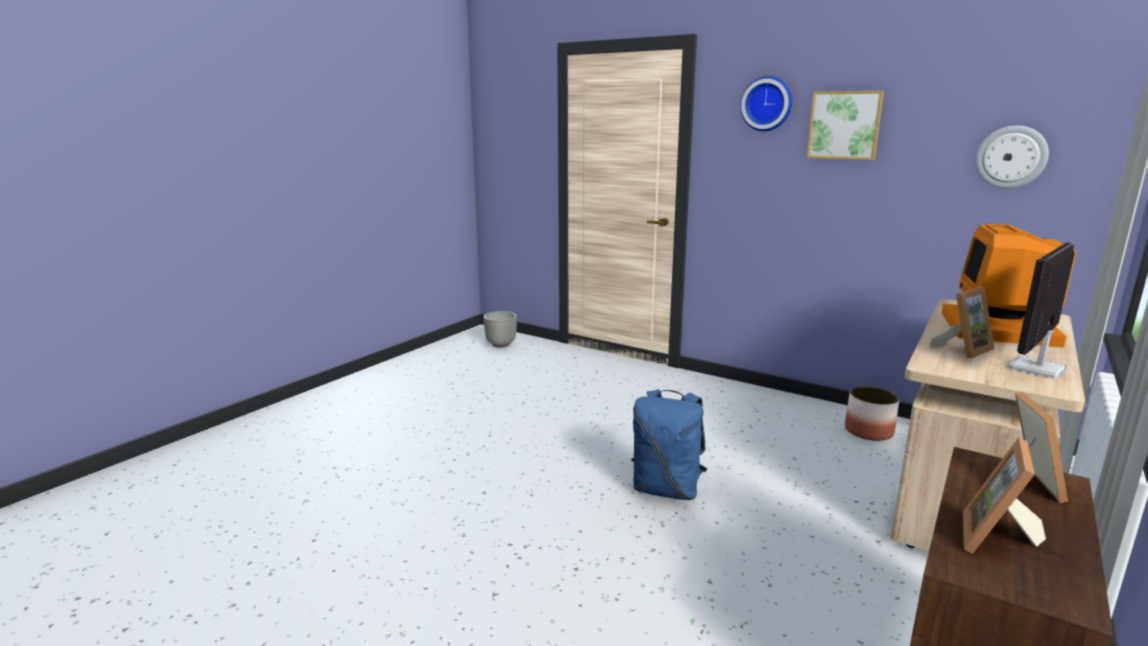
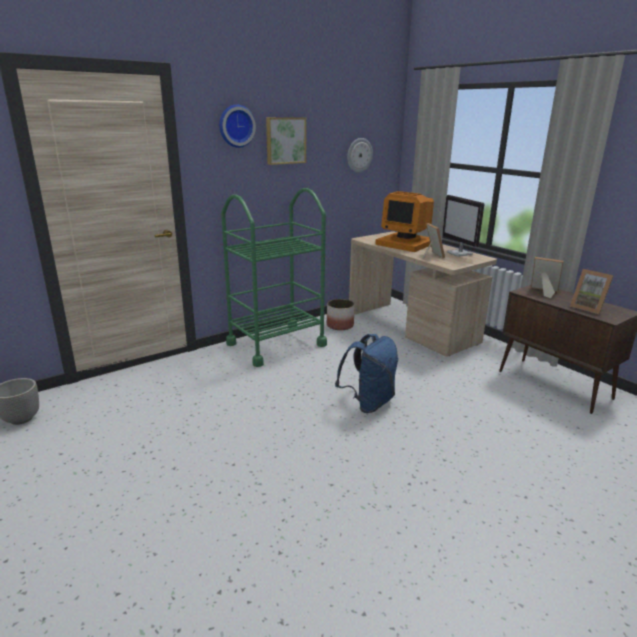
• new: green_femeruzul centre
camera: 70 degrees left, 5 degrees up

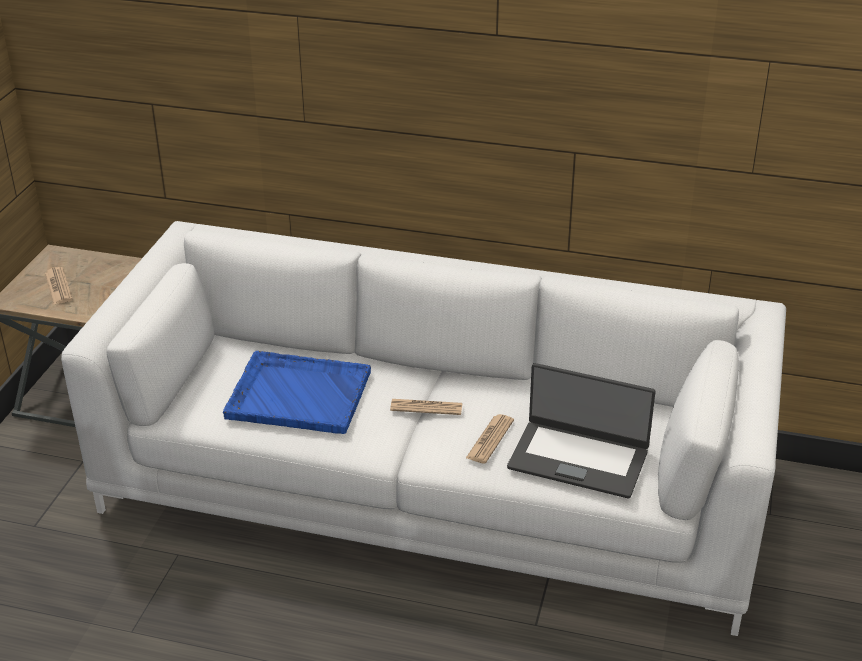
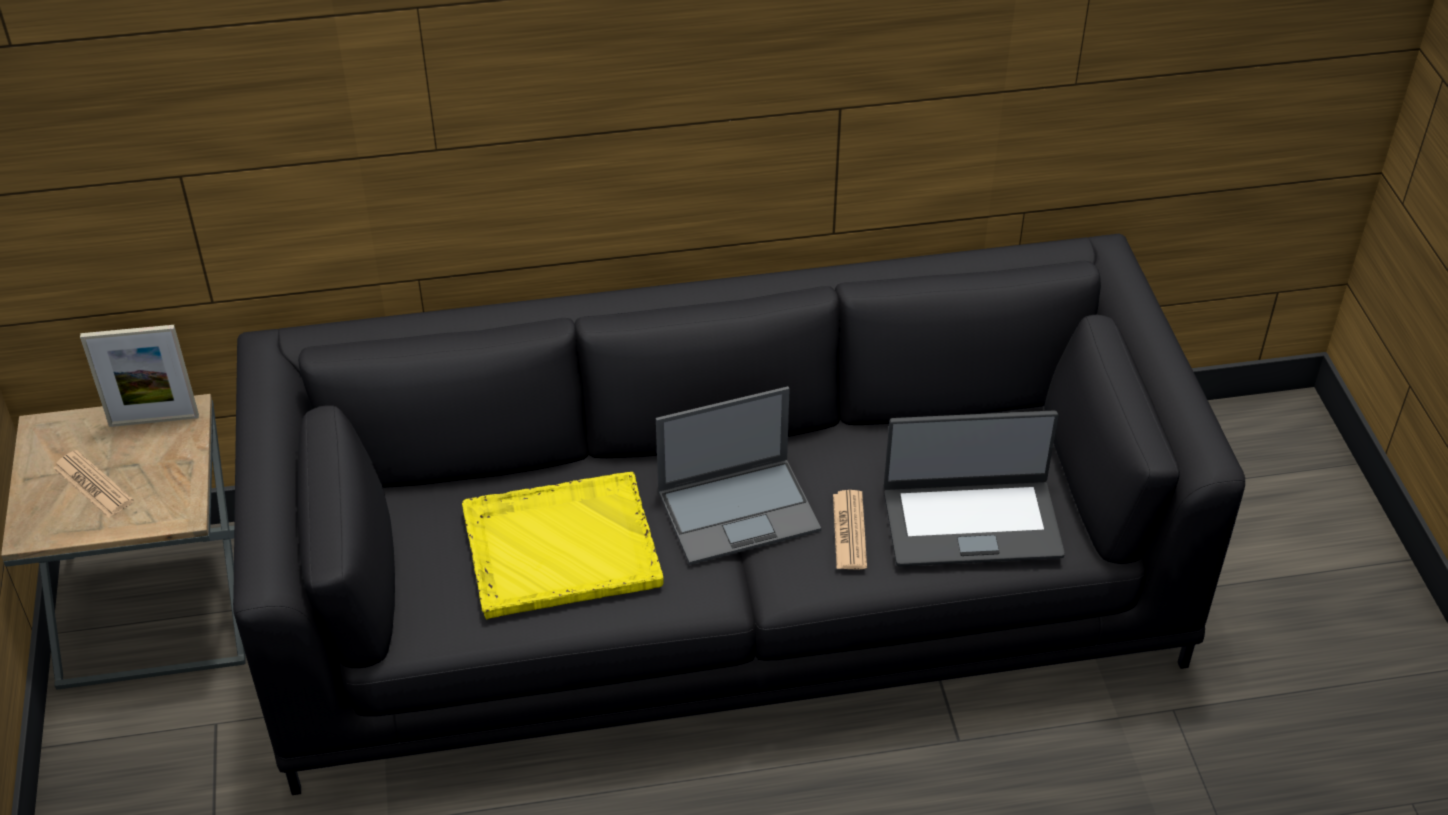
• new: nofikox middle left
• repainted: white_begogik centre to black_begogik centre
• repainted: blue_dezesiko centre to yellow_dezesiko bottom centre
• swapped: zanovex (no. 2 from left) centre to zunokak (no. 1 from left) centre
camera: 25 degrees left, 10 degrees up

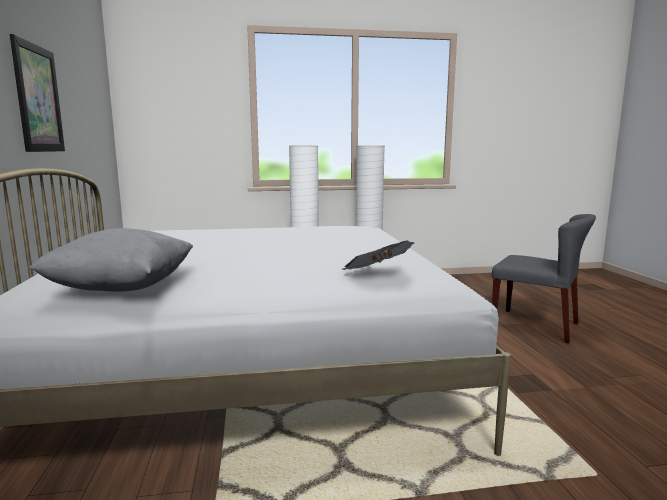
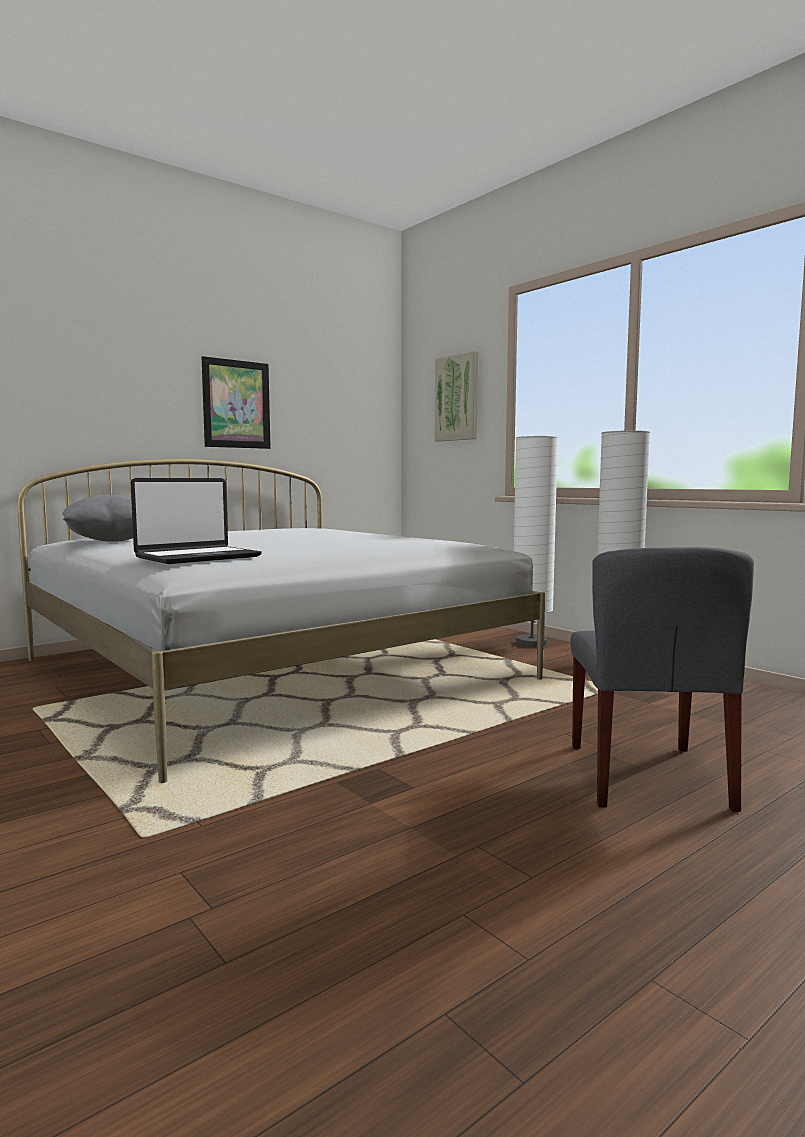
• swapped: zanovex centre to zunokak middle left
• new: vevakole (no. 2 from left) centre
camera: 60 degrees right, 5 degrees down

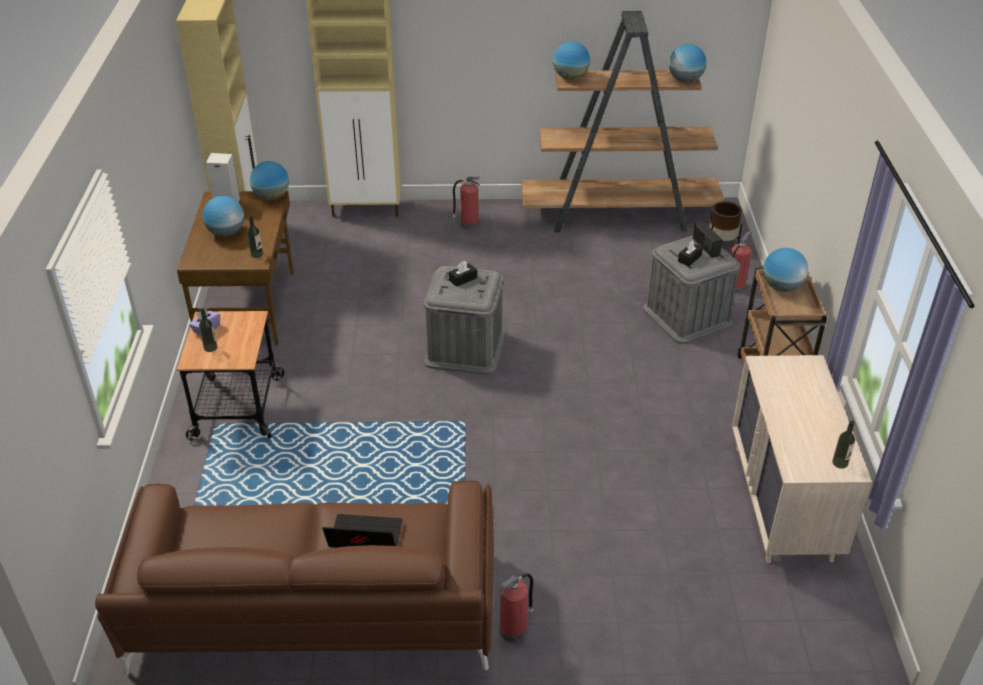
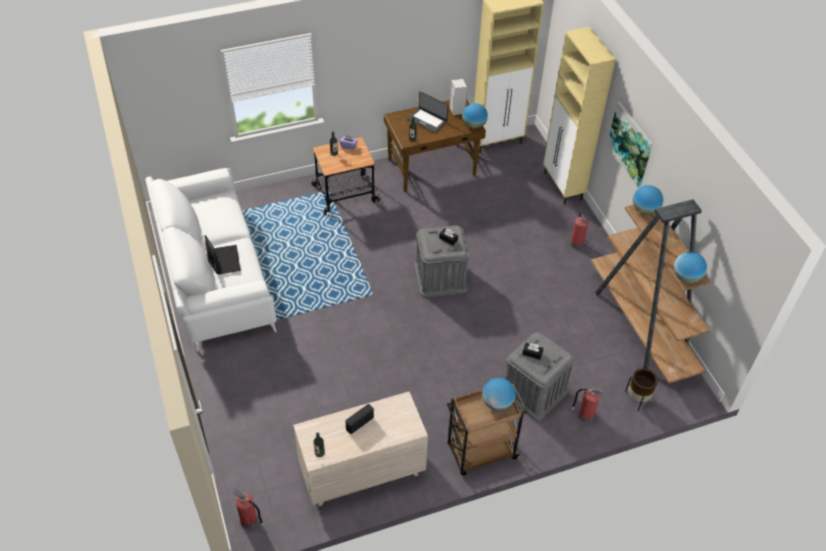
• repainted: brown_begogik bottom left to white_begogik middle left
• shifted: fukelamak (no. 2 from left in the first image) bottom centre to fukelamak (no. 1 from left) bottom left
• shifted: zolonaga middle right to bottom centre
• swapped: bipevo (no. 1 from left) top left to zunokak (no. 2 from left) top centre
• new: vevakole top right
camera: 70 degrees right, 10 degrees up

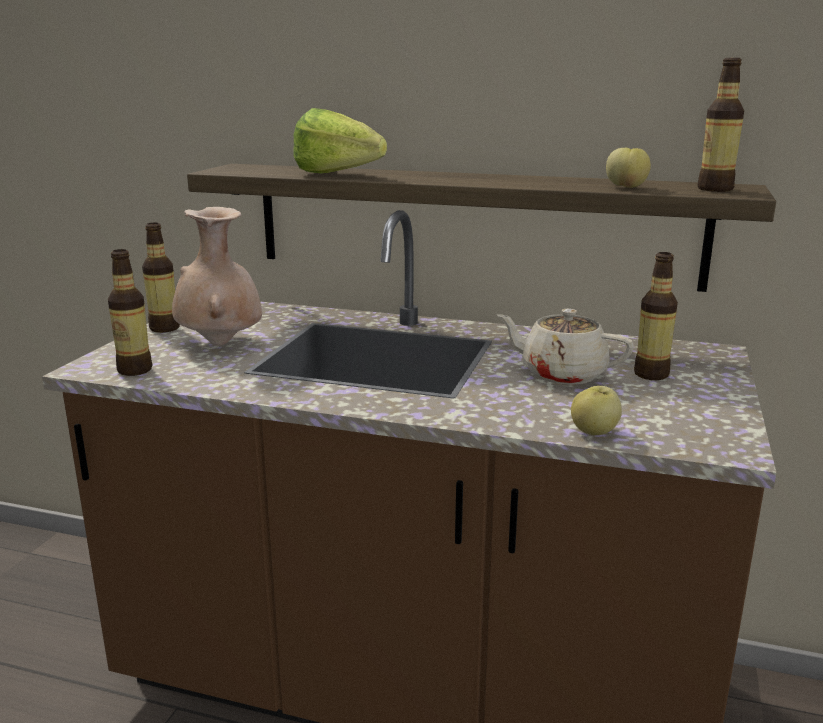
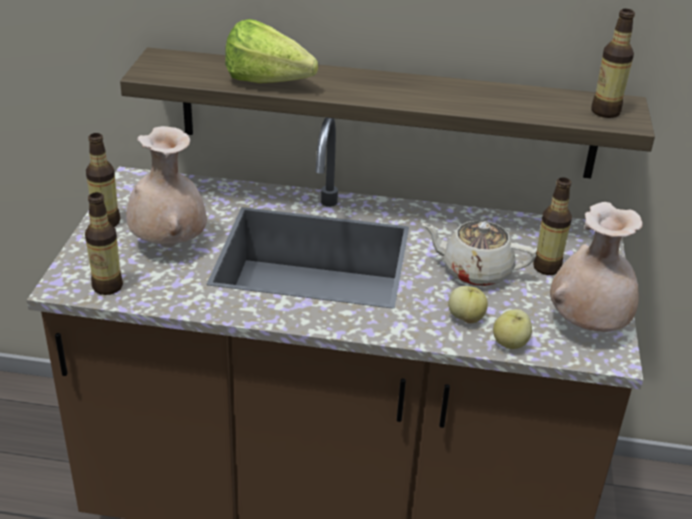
• shifted: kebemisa (no. 2 from left in the first image) top right to kebemisa (no. 1 from left) middle right
• new: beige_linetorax (no. 2 from left) middle right
camera: 10 degrees left, 15 degrees up

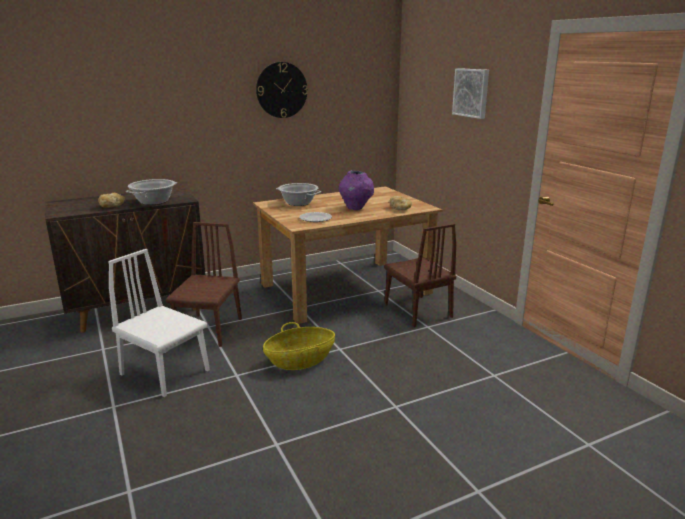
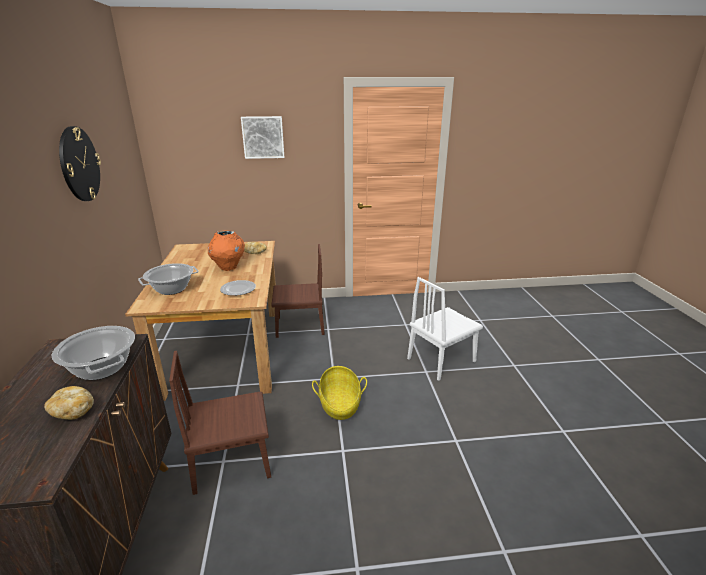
• rotated: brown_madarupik (no. 1 from left) middle left = bottom left 45 degrees counterclockwise
• repainted: purple_linetorax centre to orange_linetorax middle left
• shifted: white_madarupik middle left to centre
camera: 70 degrees left, 5 degrees up

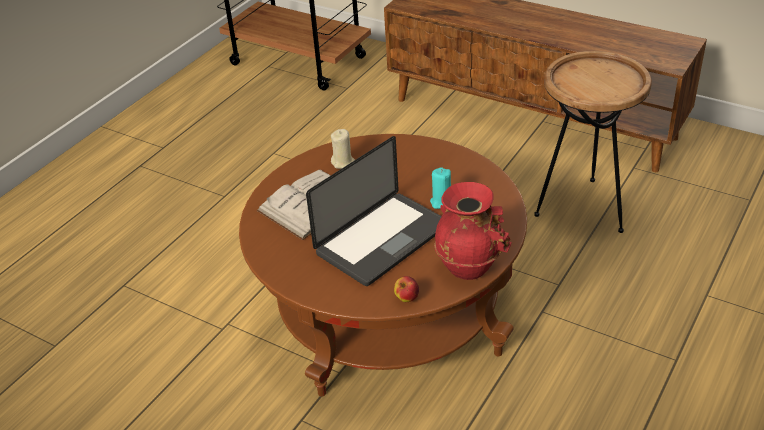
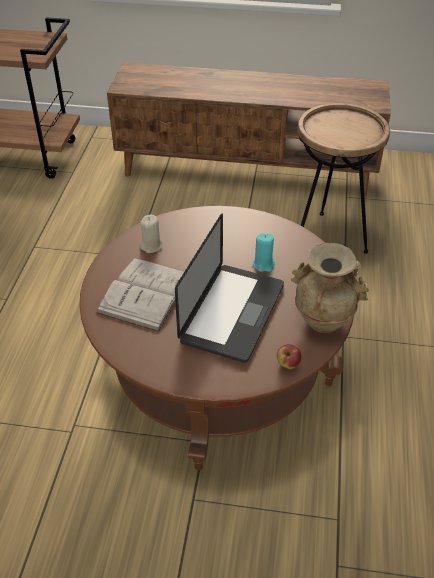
• repainted: red_linetorax centre to beige_linetorax middle right
camera: 25 degrees left, 5 degrees up

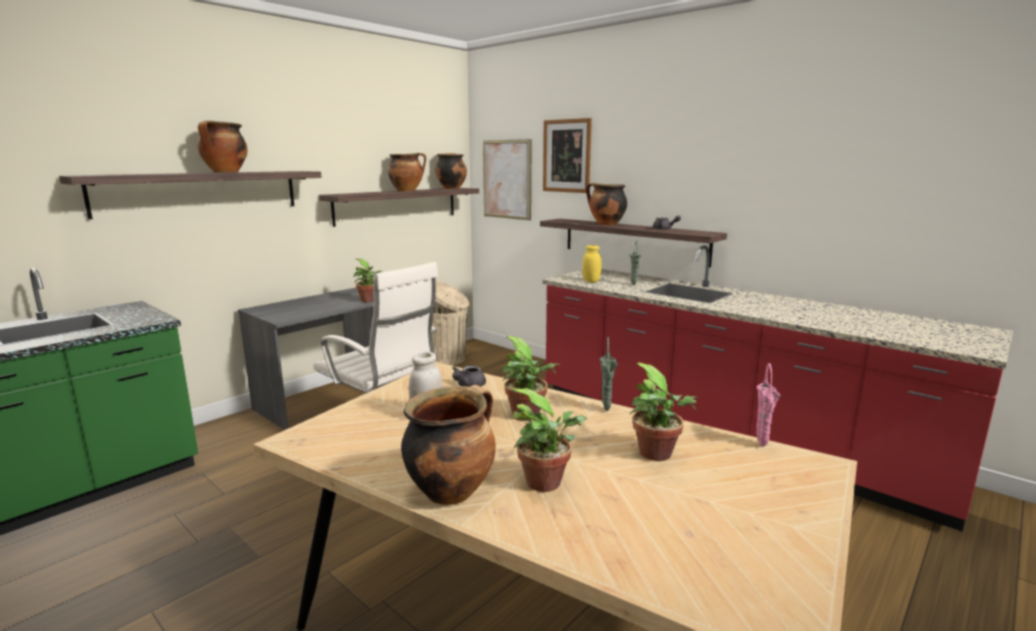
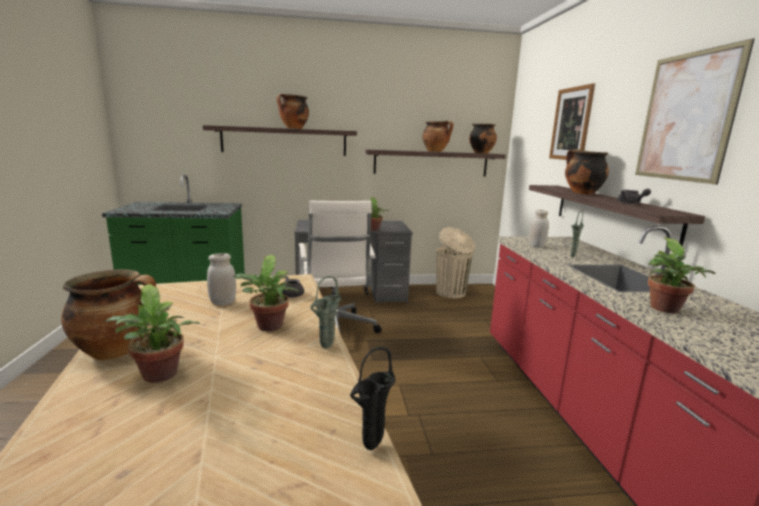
• repainted: pink_linetorax middle right to black_linetorax bottom centre
• repainted: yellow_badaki centre to white_badaki (no. 2 from left) middle right
• shifted: vevakole (no. 1 from left in the first image) top centre to vevakole (no. 2 from left) top right
• shifted: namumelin (no. 4 from left) centre to middle right
camera: 40 degrees right, 0 degrees up

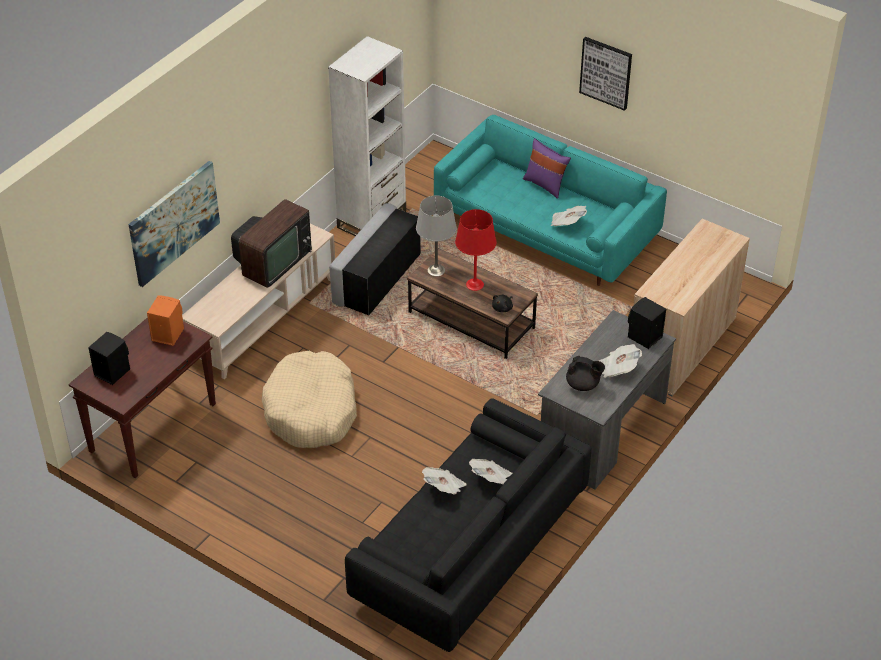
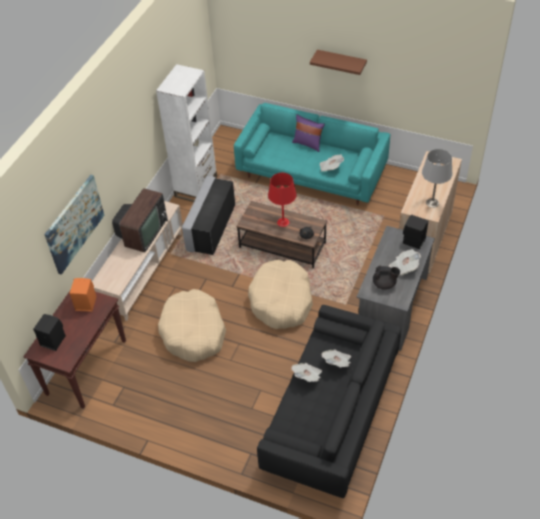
• new: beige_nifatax (no. 2 from left) centre
• swapped: vevakole (no. 2 from left) top right to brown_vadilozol top centre
• shifted: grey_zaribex centre to middle right
camera: 10 degrees left, 5 degrees up

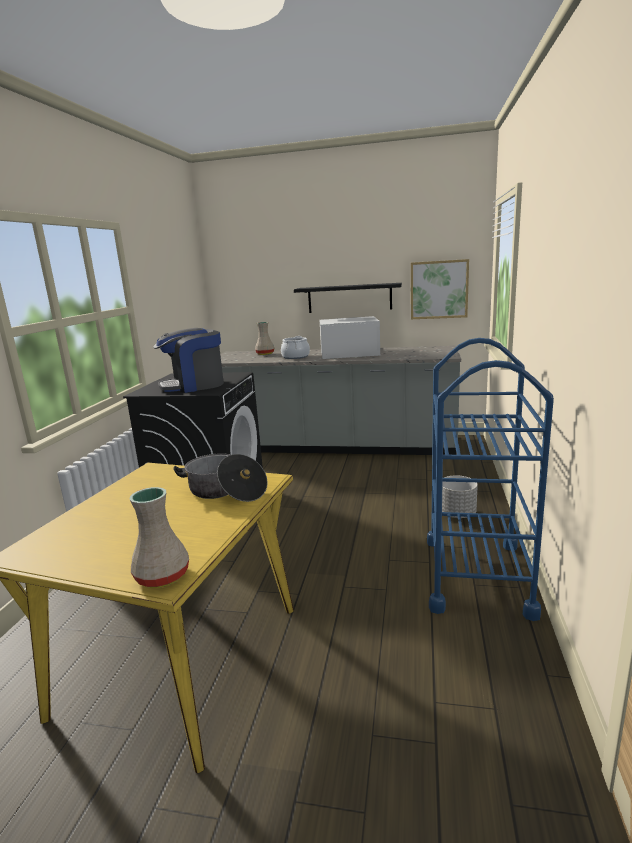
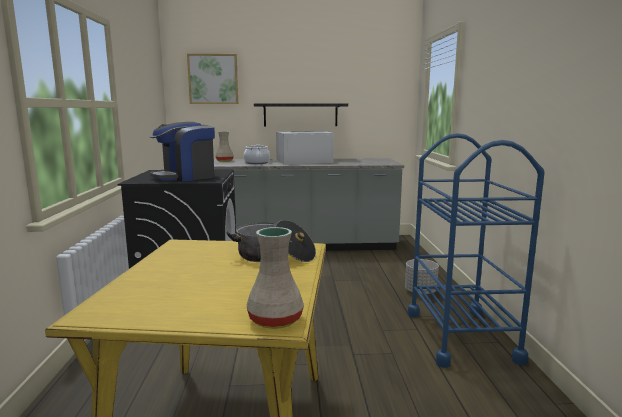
• shifted: vevakole middle right to top centre
camera: 15 degrees left, 5 degrees down

